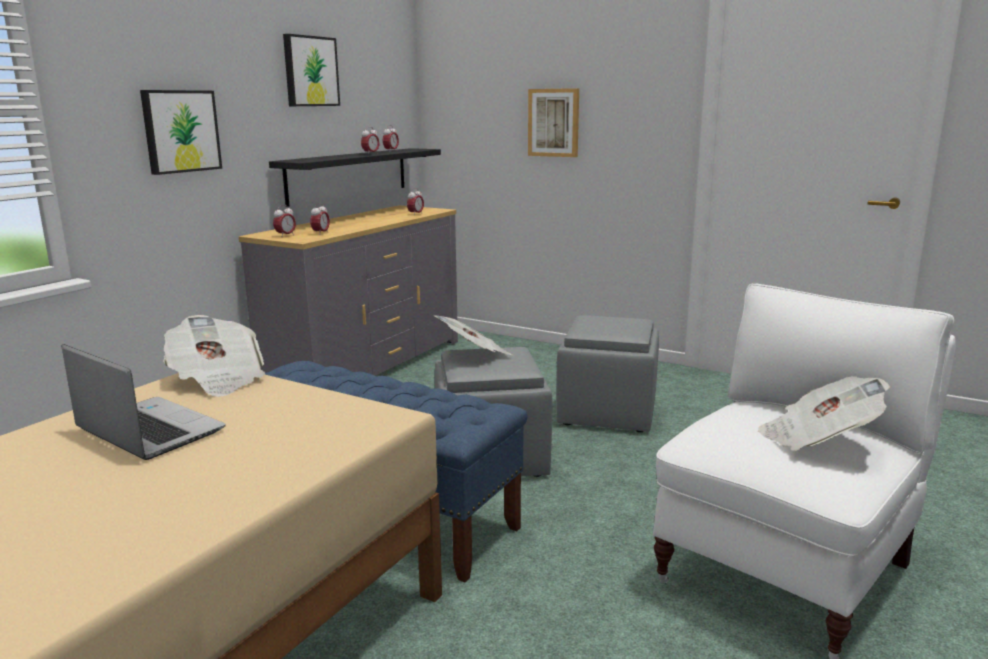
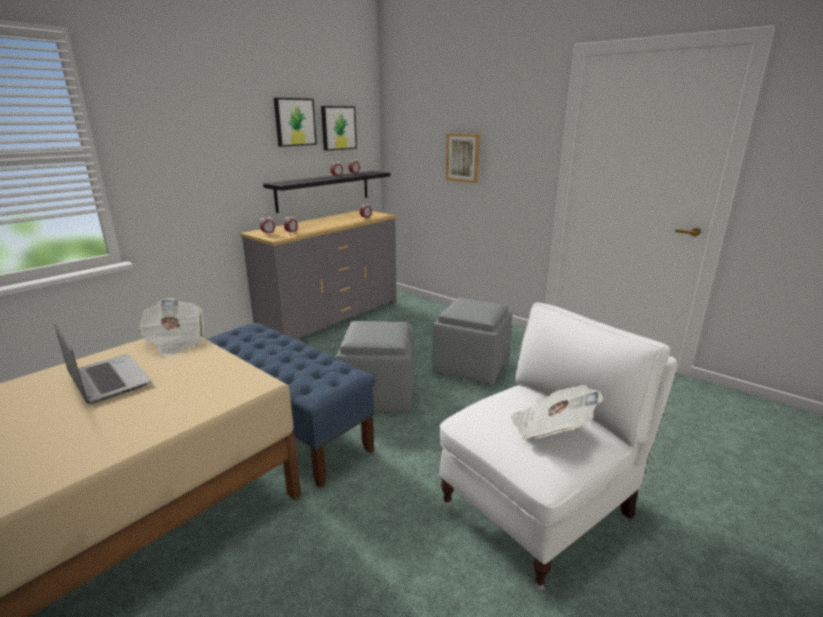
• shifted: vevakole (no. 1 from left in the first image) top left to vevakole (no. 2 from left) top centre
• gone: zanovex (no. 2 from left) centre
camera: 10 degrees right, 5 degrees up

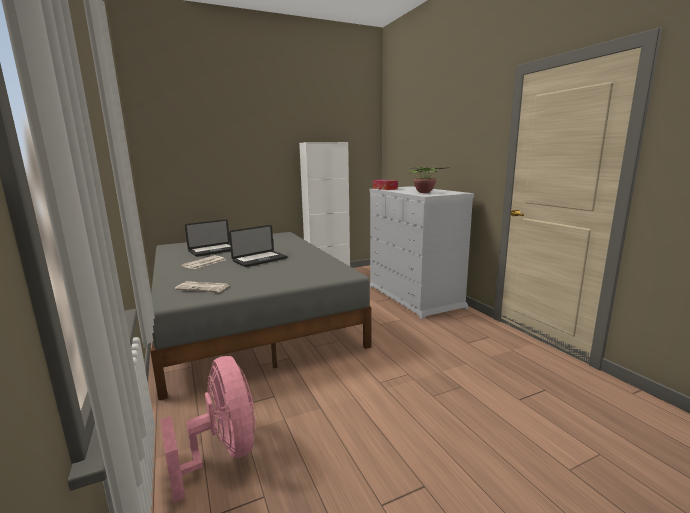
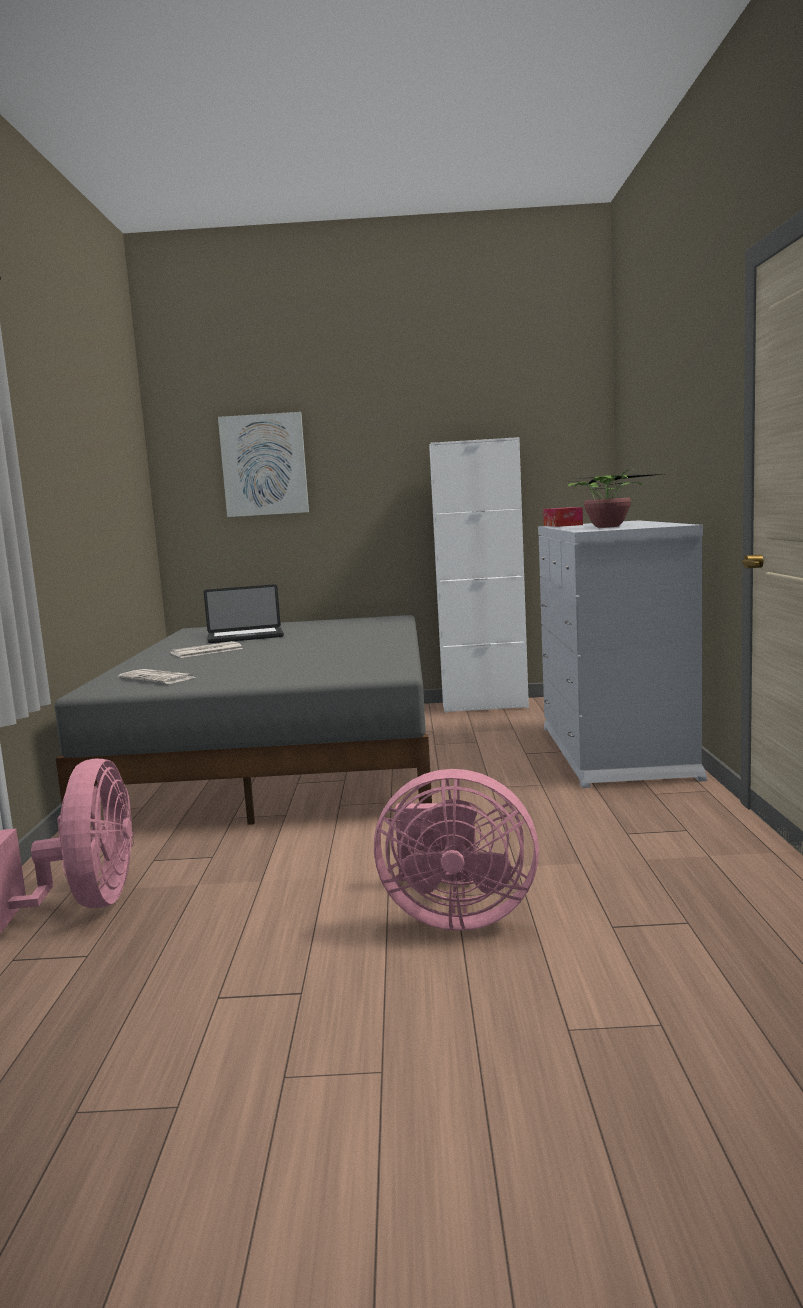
• new: vevakole middle left
• new: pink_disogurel (no. 2 from left) centre
• gone: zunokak (no. 2 from left) centre
camera: 25 degrees right, 5 degrees down

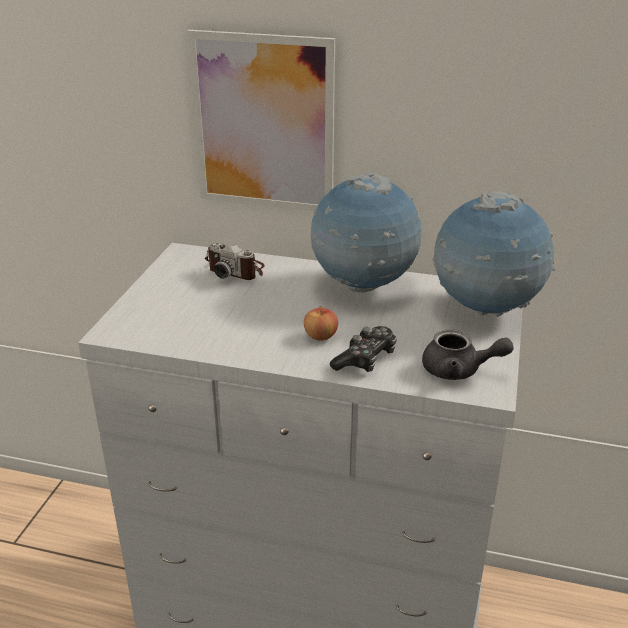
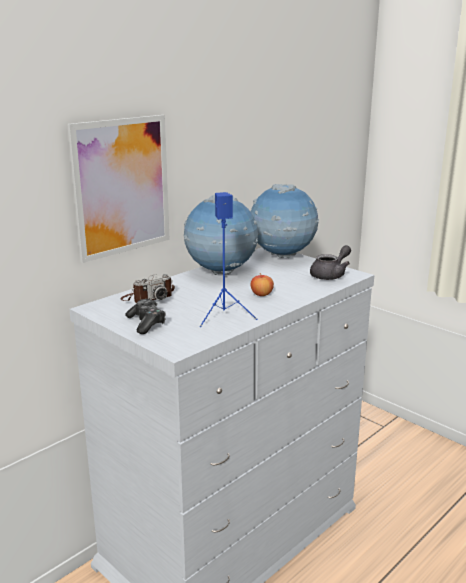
• shifted: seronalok centre to middle left
• new: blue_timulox centre
camera: 60 degrees left, 10 degrees down

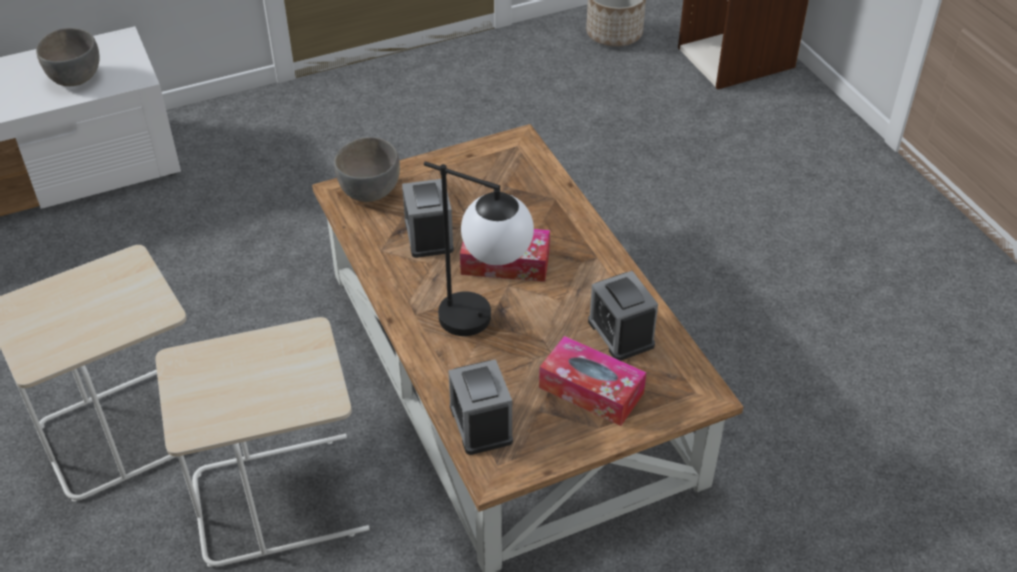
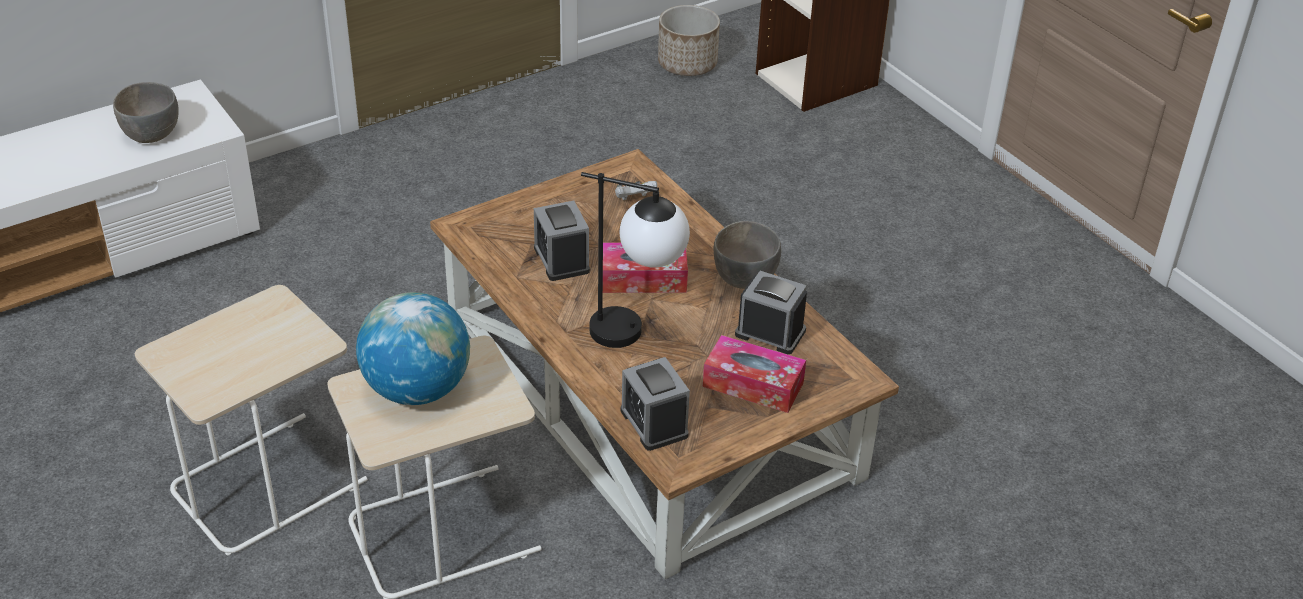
• new: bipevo middle left
• new: white_seronalok top centre
• shifted: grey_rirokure (no. 2 from left) top centre to centre
• rotated: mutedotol (no. 3 from left) centre = centre 150 degrees clockwise
camera: 10 degrees left, 5 degrees down

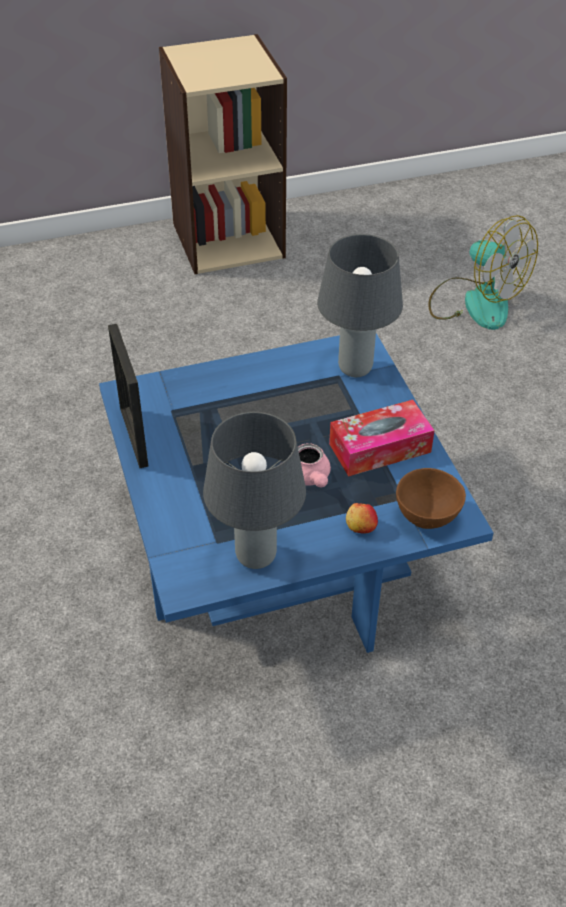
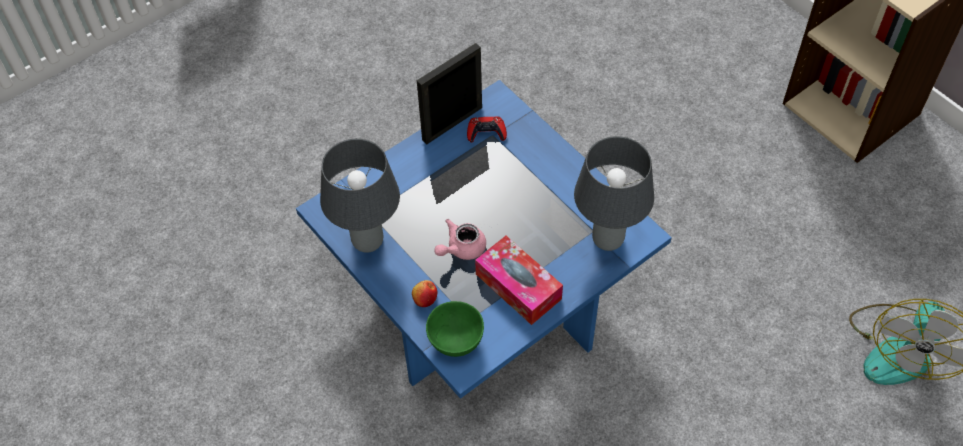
• repainted: brown_rirokure middle right to green_rirokure bottom centre
• new: red_seronalok top centre
camera: 70 degrees right, 10 degrees up

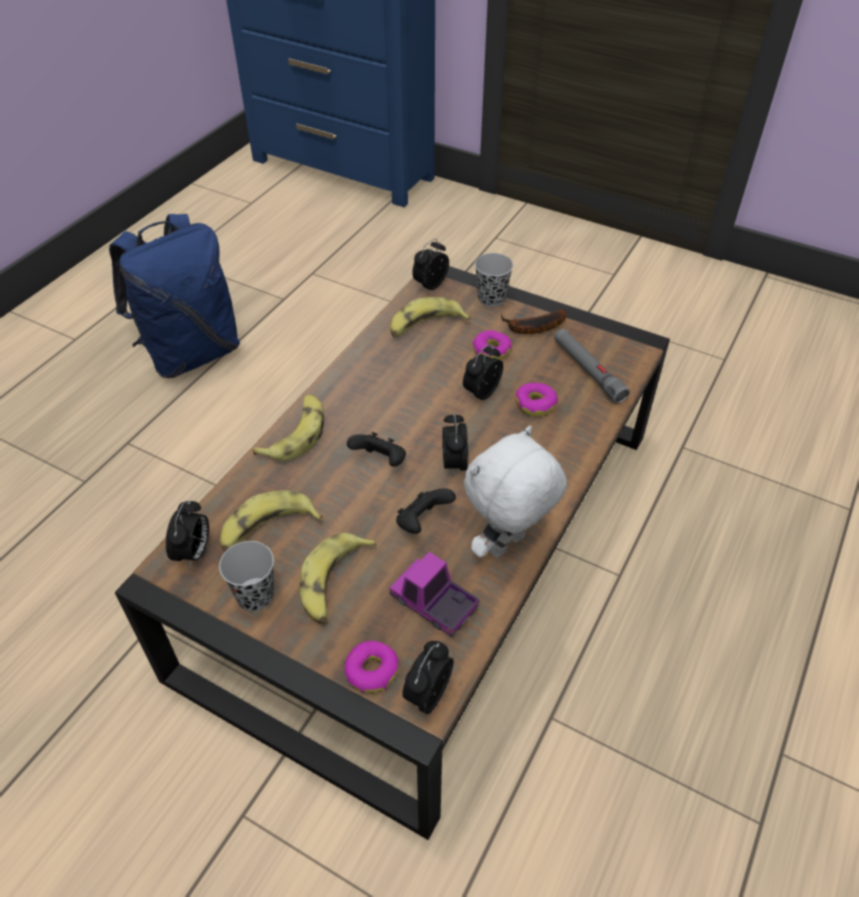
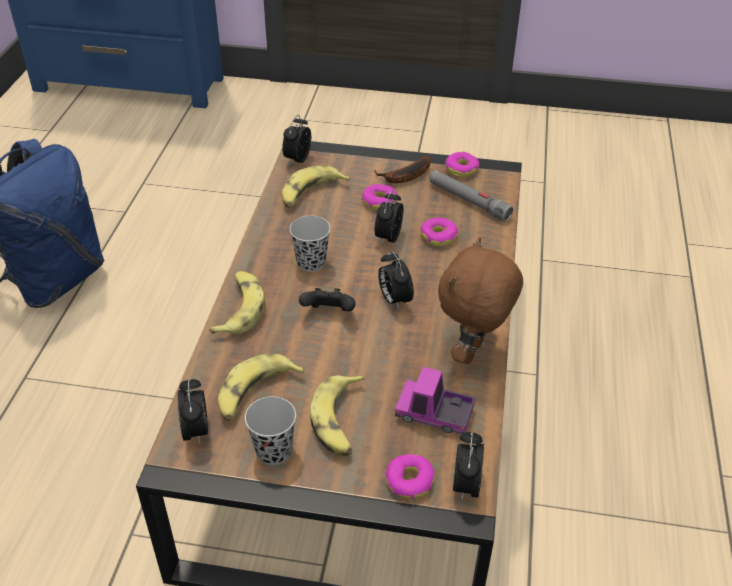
• shifted: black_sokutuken (no. 2 from left) top centre to centre
• repainted: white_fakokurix centre to brown_fakokurix centre
• new: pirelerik (no. 4 from left) top centre
• gone: black_seronalok (no. 2 from left) centre
camera: 20 degrees left, 5 degrees down

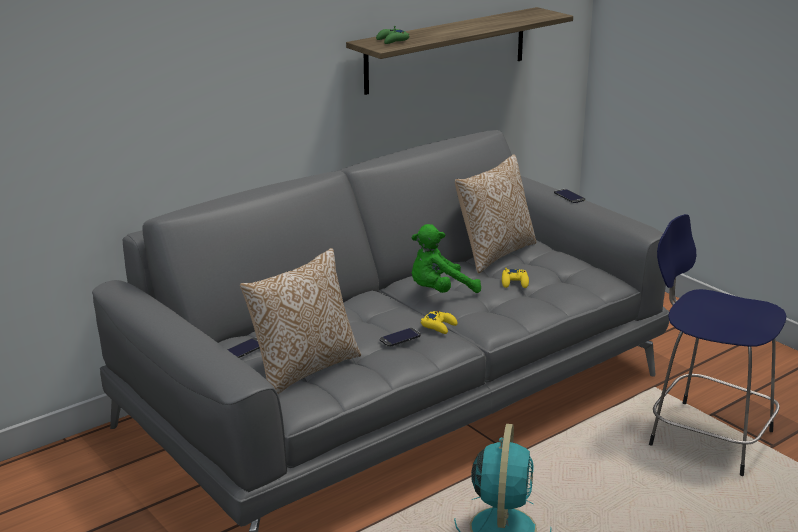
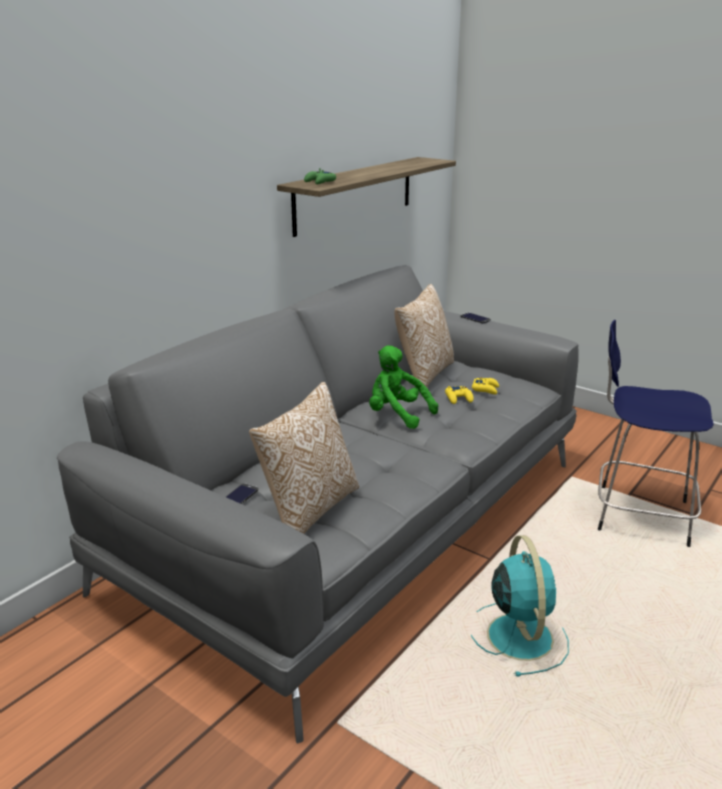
• rotated: green_fakokurix centre = centre 75 degrees clockwise
• shifted: yellow_seronalok (no. 1 from left in the first image) centre to yellow_seronalok (no. 2 from left) middle right
• gone: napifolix (no. 2 from left) centre
camera: 15 degrees left, 0 degrees up

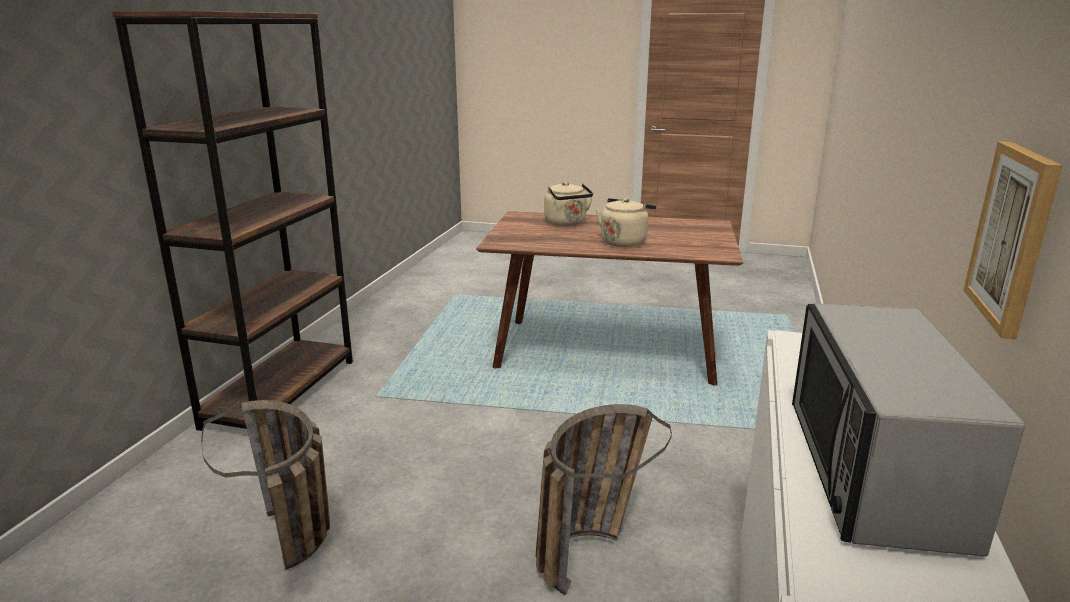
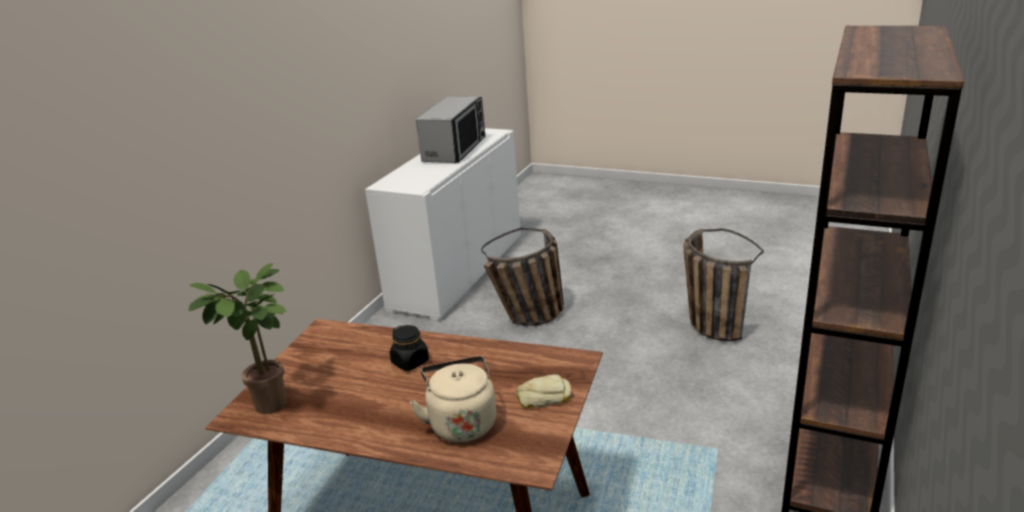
• new: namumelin middle left
• swapped: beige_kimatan (no. 2 from left) centre to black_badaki bottom centre
• new: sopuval bottom centre
• gone: vevakole middle right
camera: 170 degrees left, 5 degrees up

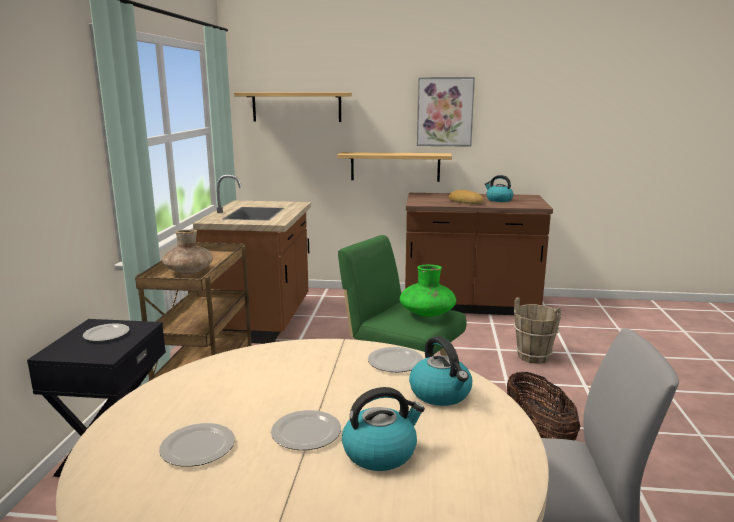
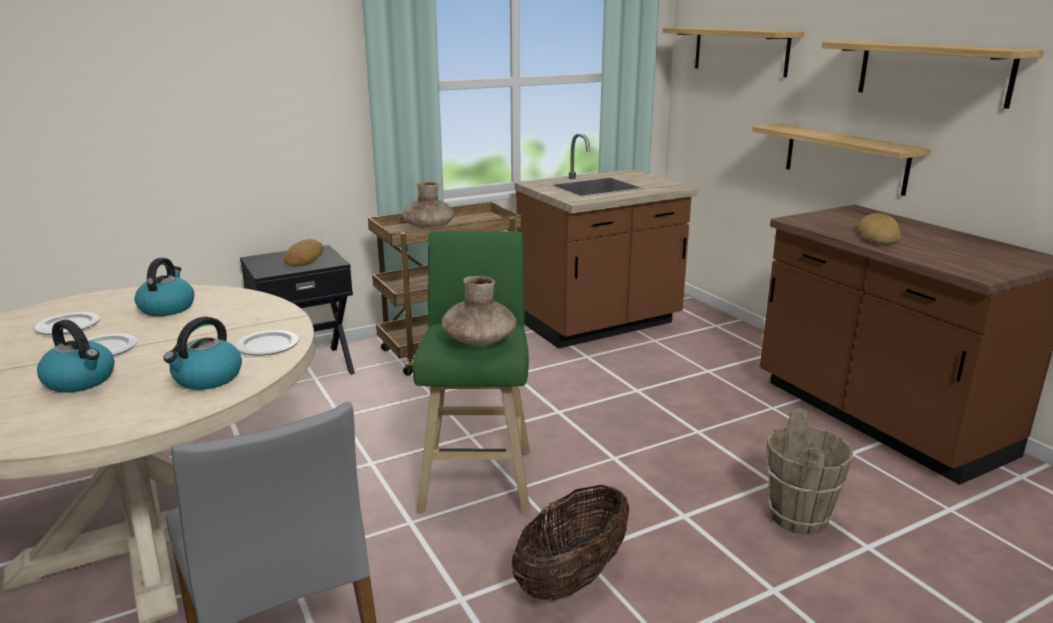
• shifted: kimatan (no. 3 from left in the first image) middle right to kimatan (no. 2 from left) middle left
• swapped: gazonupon (no. 1 from left) middle left to sopuval (no. 1 from left) middle left
• repainted: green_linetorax centre to brown_linetorax (no. 2 from left) centre
• swapped: vevakole top centre to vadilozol (no. 3 from left) top right
camera: 55 degrees right, 5 degrees up

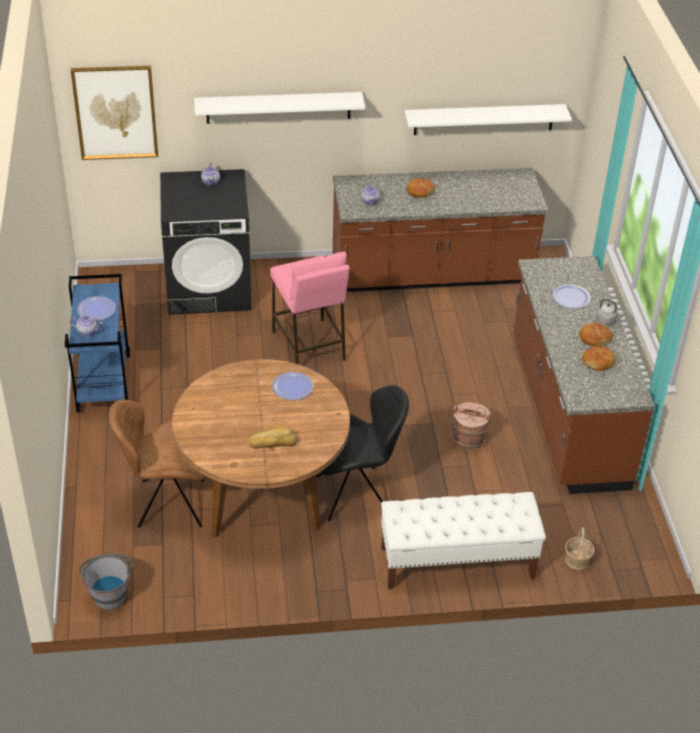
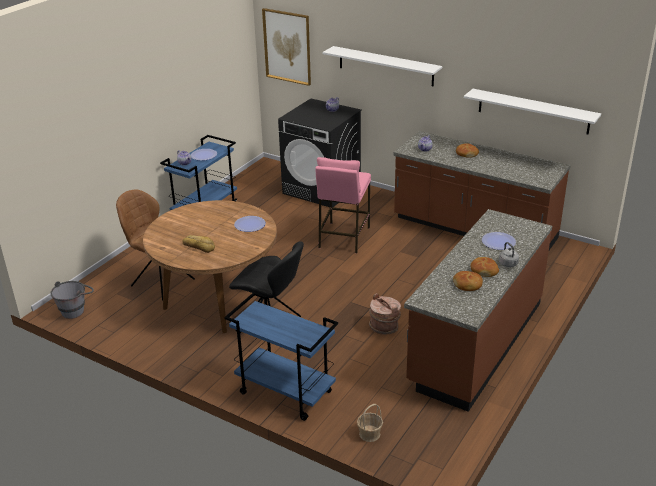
• swapped: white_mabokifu bottom centre to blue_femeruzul (no. 2 from left) bottom centre
camera: 40 degrees right, 10 degrees down

